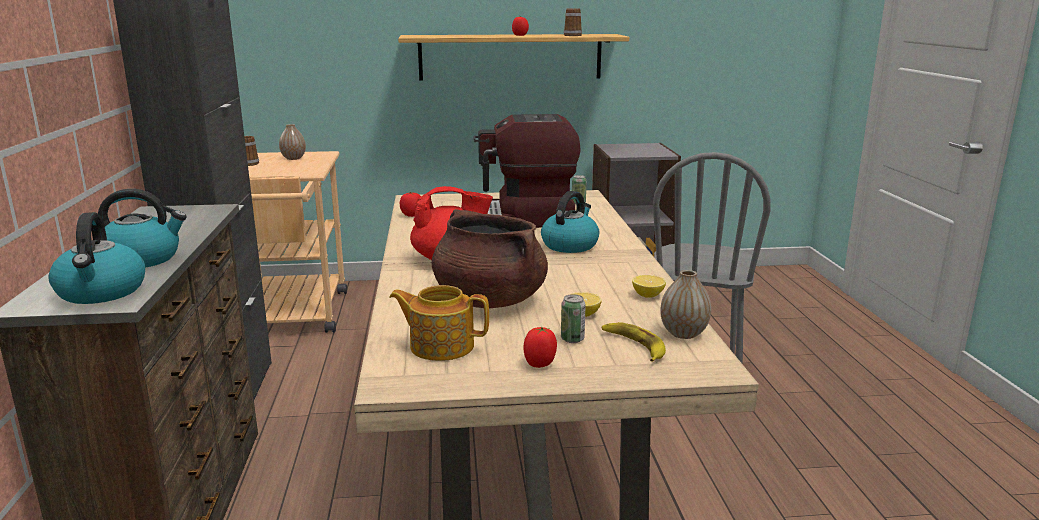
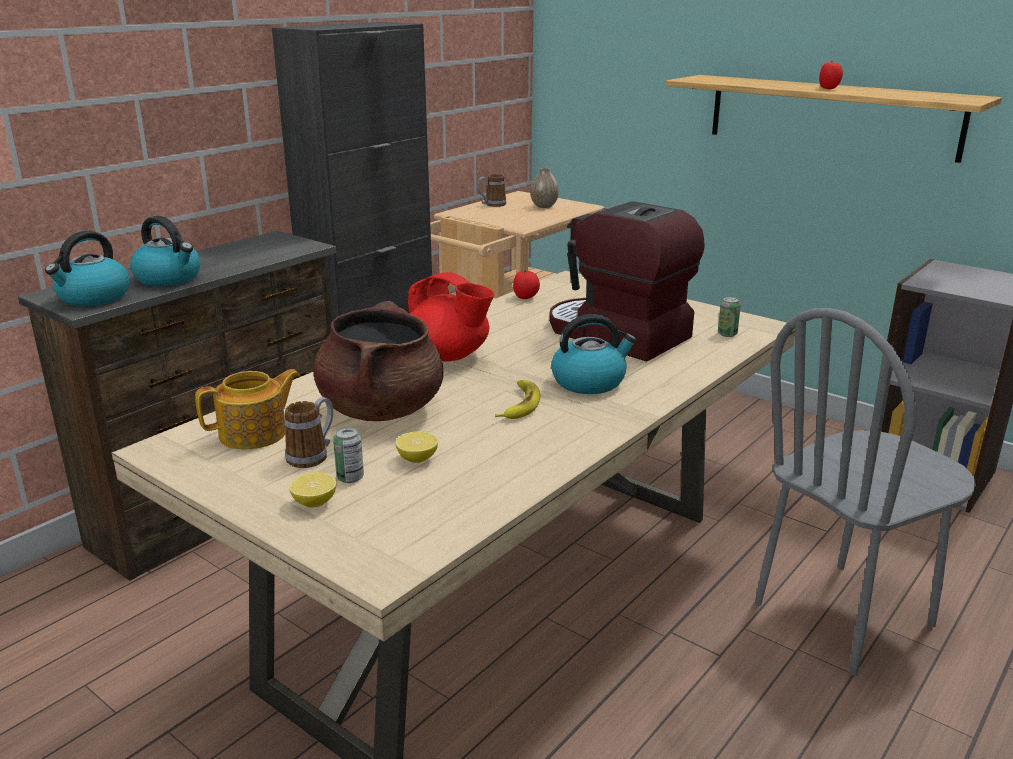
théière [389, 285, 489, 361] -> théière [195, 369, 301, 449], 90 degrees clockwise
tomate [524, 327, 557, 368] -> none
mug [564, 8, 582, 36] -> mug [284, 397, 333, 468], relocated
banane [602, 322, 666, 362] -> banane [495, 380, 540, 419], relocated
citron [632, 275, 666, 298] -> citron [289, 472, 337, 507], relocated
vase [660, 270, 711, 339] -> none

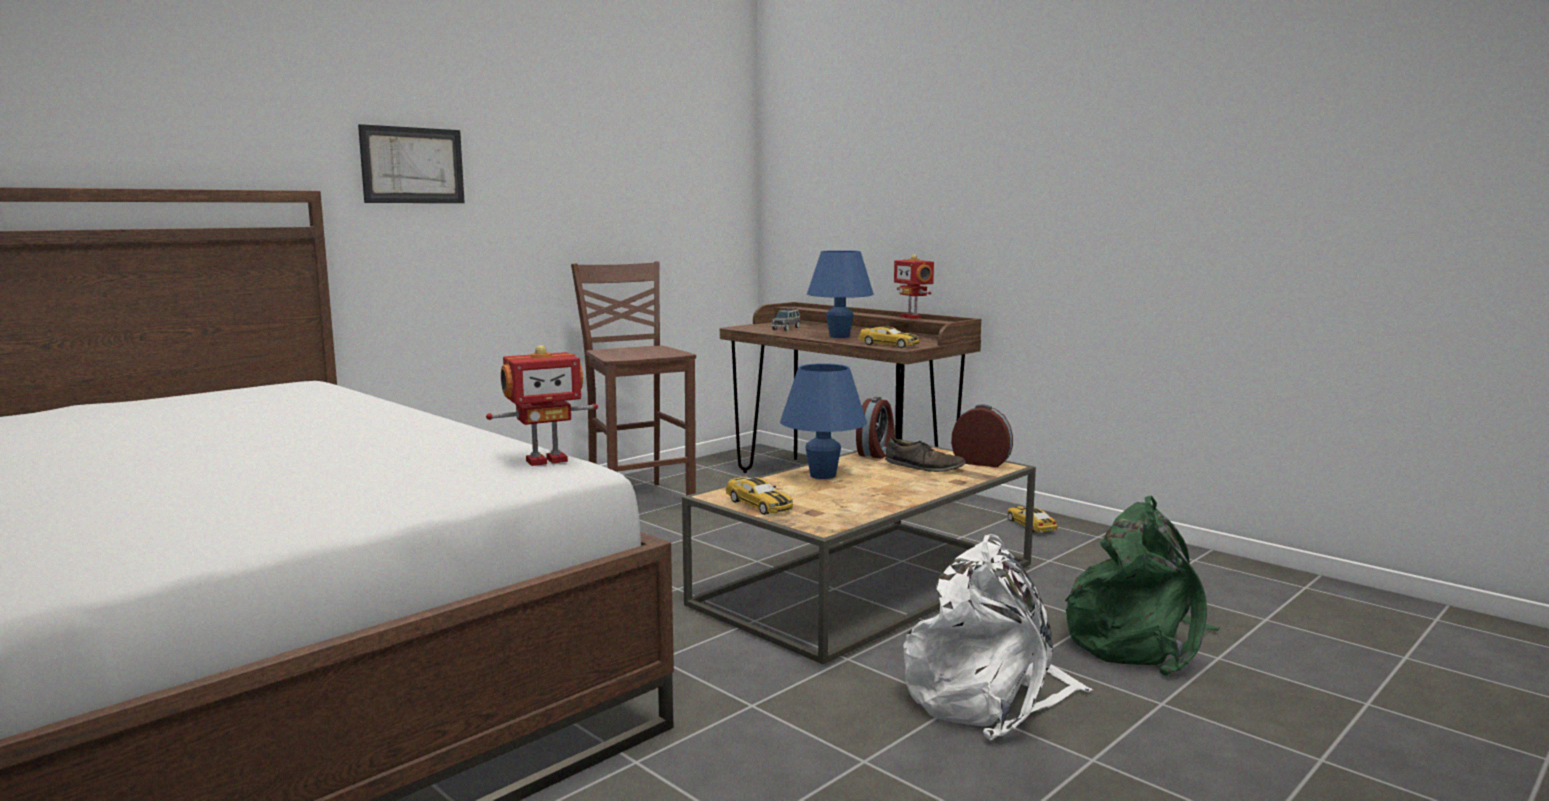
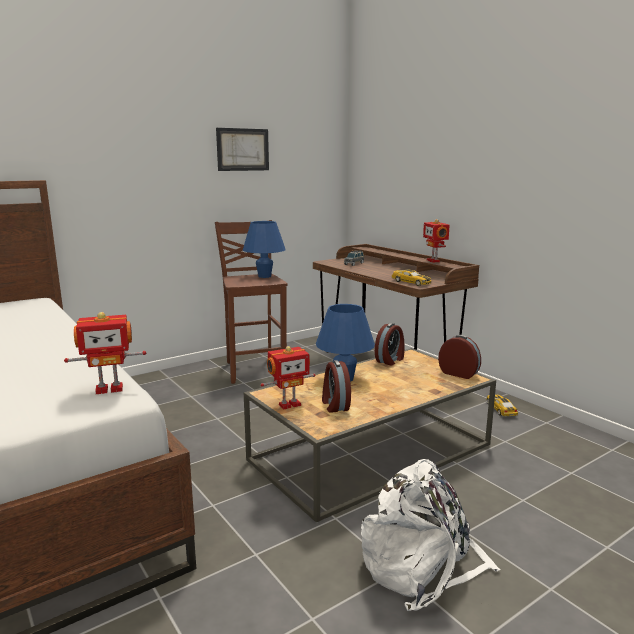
tableau [358, 124, 465, 203] -> tableau [216, 128, 269, 171], relocated
petite voiture [726, 477, 793, 515] -> robot jouet [261, 346, 316, 409]
lampe de table (bleu) [807, 250, 874, 338] -> lampe de table (bleu) [243, 221, 286, 278], relocated
chaussure (marron) [885, 437, 966, 472] -> none
sac à dos (vert) [1065, 496, 1221, 676] -> none
none -> réveil [322, 360, 351, 413]

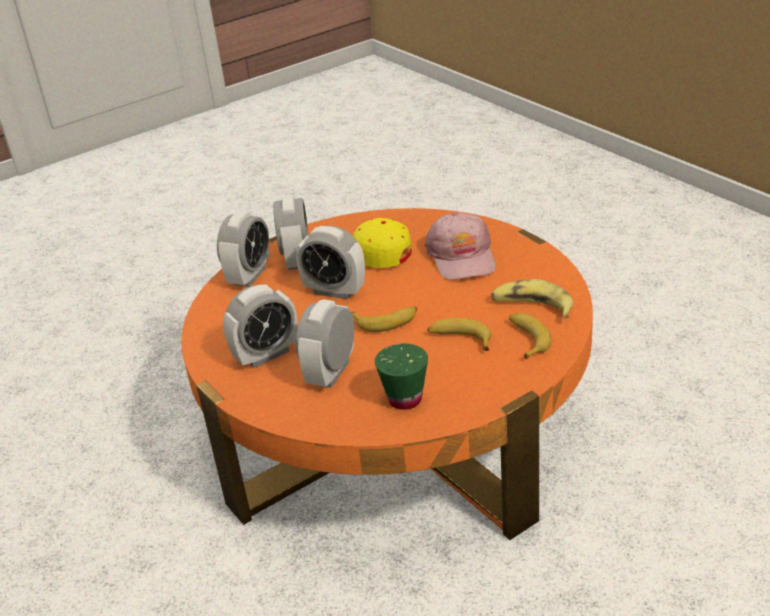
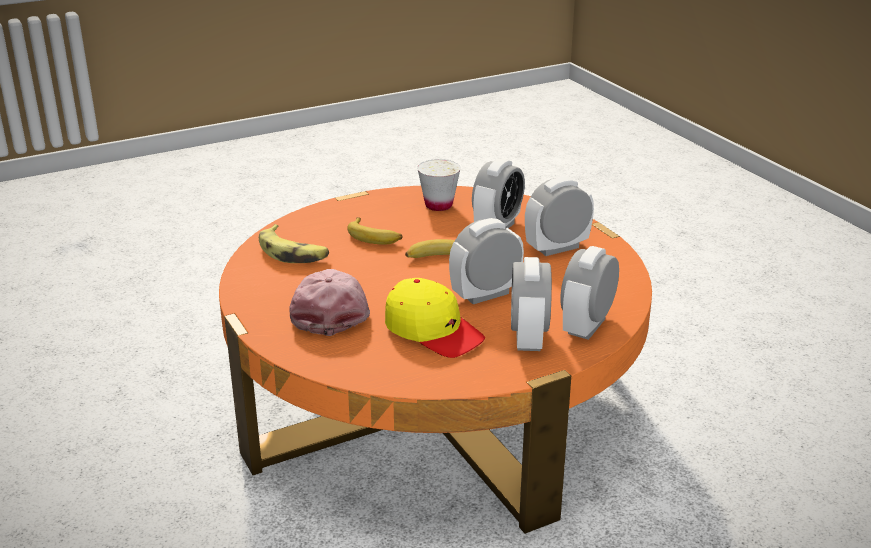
réveil [296, 226, 365, 299] -> réveil [449, 218, 524, 304], 60 degrees counterclockwise
tasse (vert) [375, 344, 428, 410] -> tasse (blanc) [417, 159, 461, 211]
banane [509, 313, 552, 359] -> none

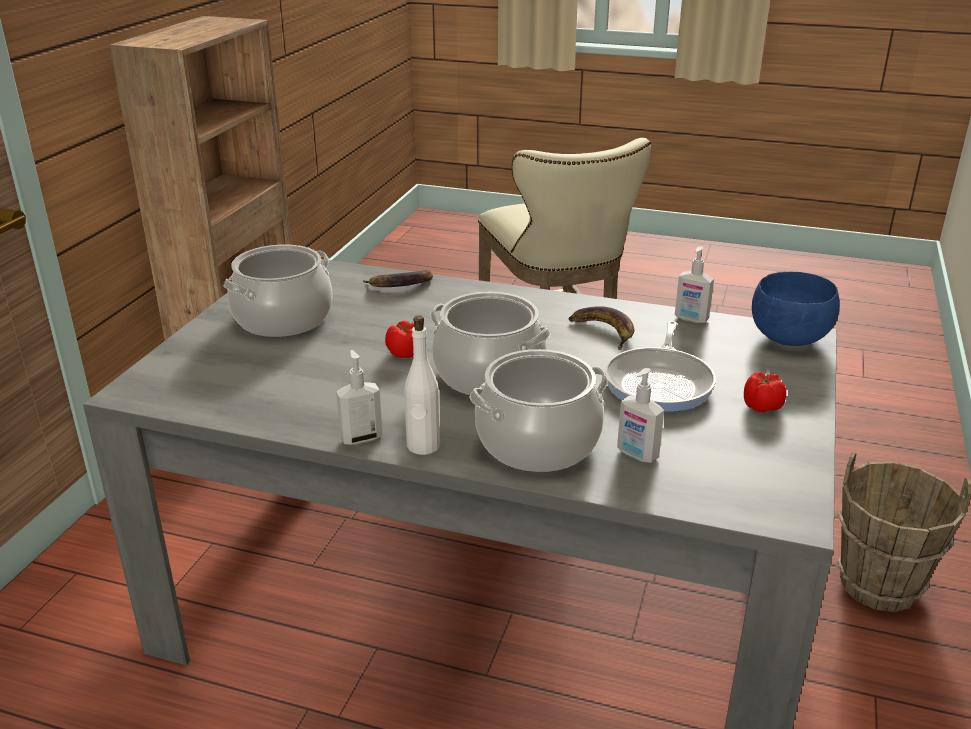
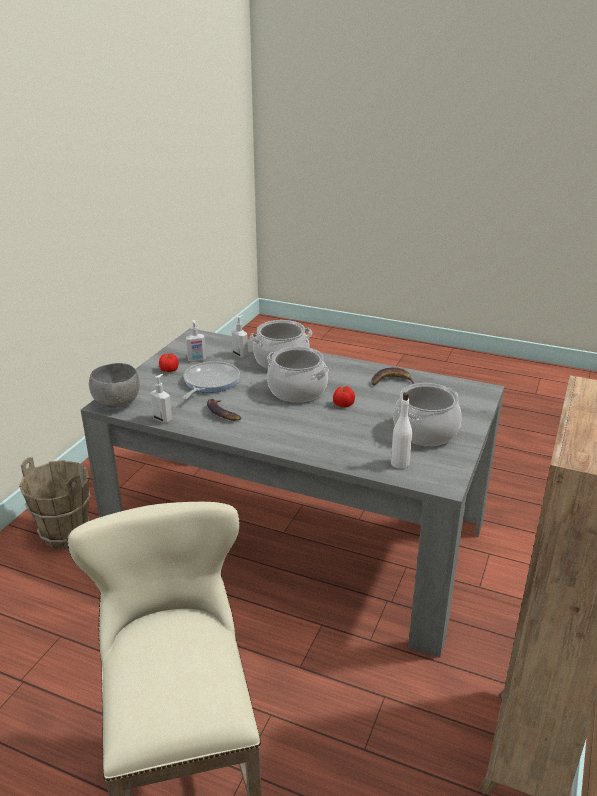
distributeur de savon [336, 350, 382, 445] -> distributeur de savon [186, 320, 206, 362], relocated
banane [363, 270, 433, 287] -> banane [371, 368, 415, 386], relocated
bouteille (blanc) [404, 315, 440, 455] -> bouteille (blanc) [391, 392, 412, 469], relocated
bol (bleu) [752, 272, 840, 346] -> bol (gris) [89, 363, 140, 408]

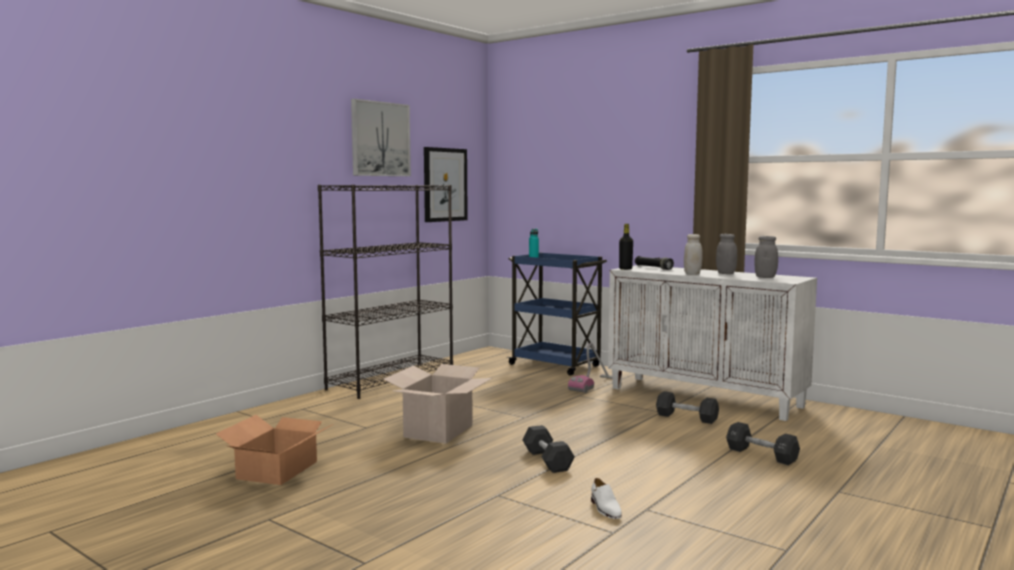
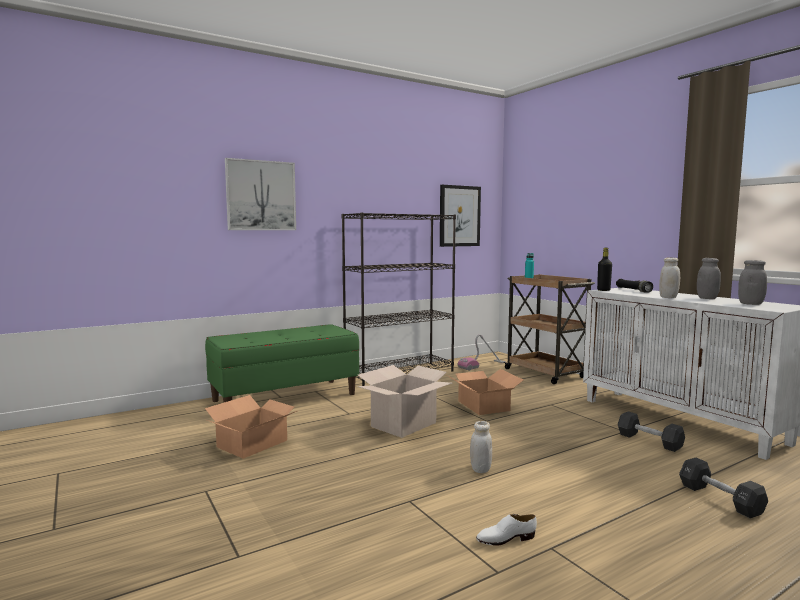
tableau [351, 99, 411, 176] -> tableau [225, 158, 296, 230], relocated
chariot (bleu) [507, 253, 607, 376] -> chariot (marron) [503, 274, 595, 384]
haltère (noir) [522, 425, 575, 473] -> bocal (blanc) [470, 421, 492, 473]
aspirateur [568, 343, 612, 393] -> aspirateur [458, 334, 506, 371], relocated
chaussure (blanc) [591, 478, 622, 519] -> chaussure (blanc) [476, 514, 537, 546], 75 degrees clockwise
none -> banc (vert) [205, 324, 359, 403]
none -> carton [446, 369, 523, 415]

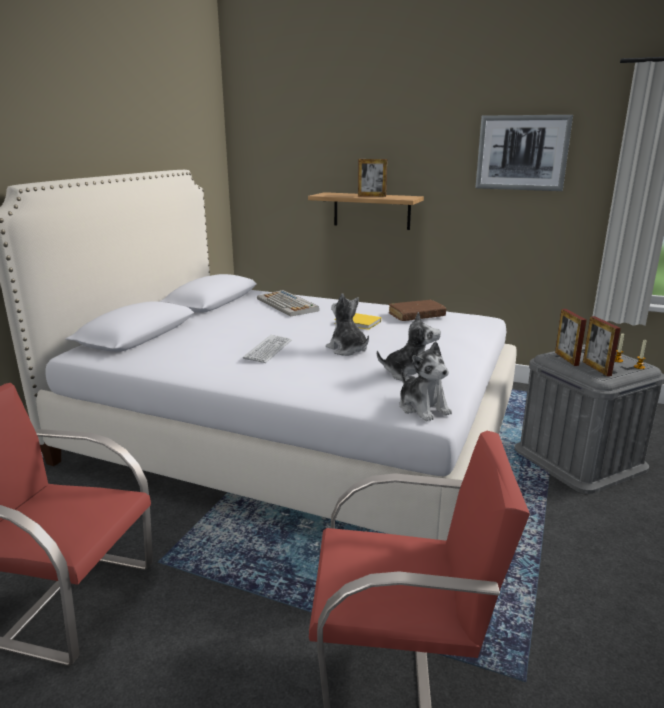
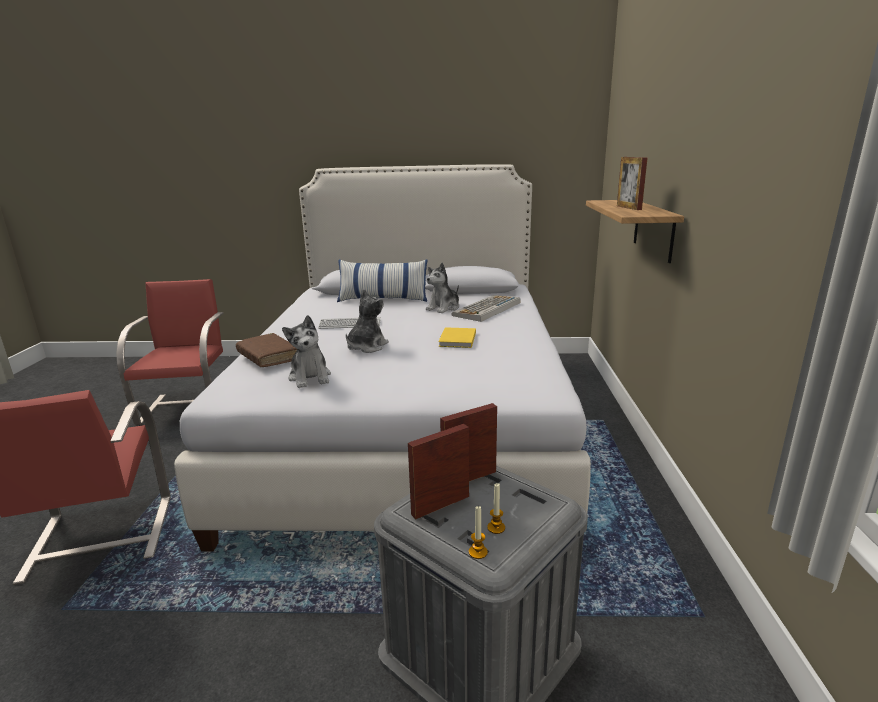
livre (marron) [389, 300, 447, 321] -> livre (marron) [236, 333, 297, 367], relocated
peluche [400, 341, 452, 421] -> peluche [426, 263, 459, 313], relocated
tableau [475, 115, 573, 191] -> none
none -> coussin [337, 259, 427, 302]

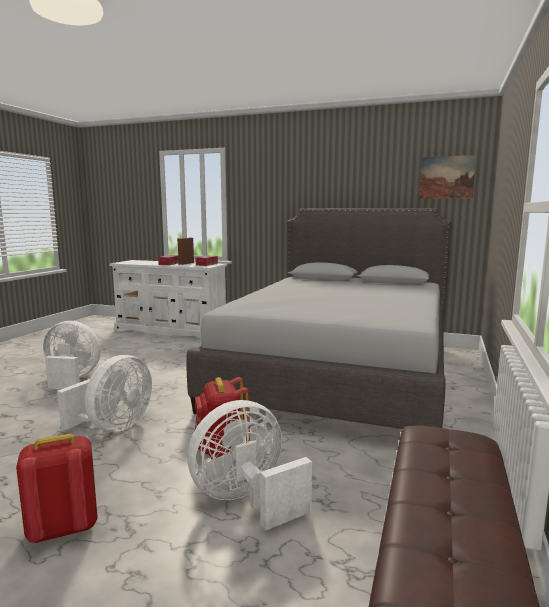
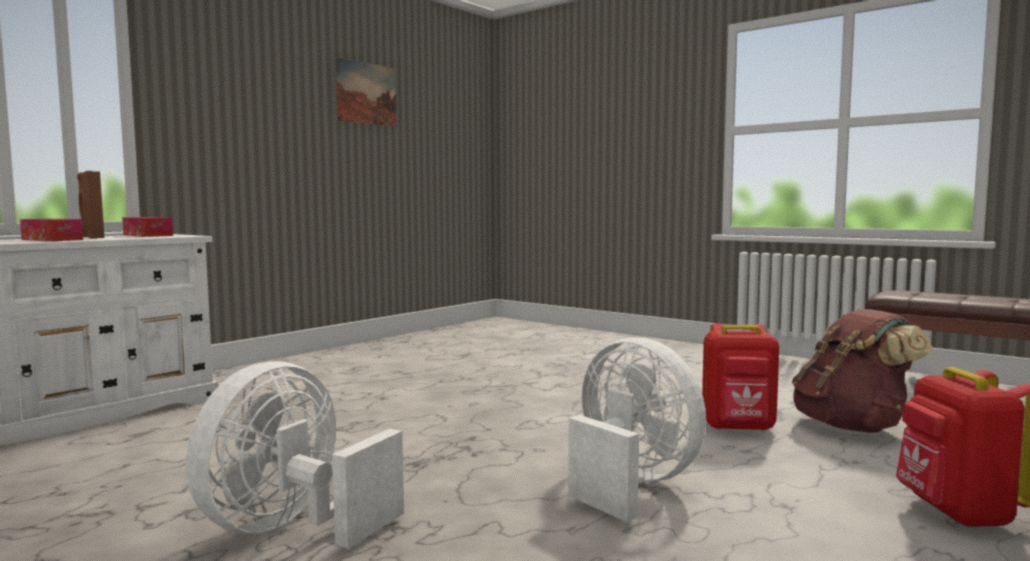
lit (gris) [186, 208, 452, 429] -> none
ventilateur (blanc) [187, 400, 312, 530] -> sac à dos (marron) [792, 309, 932, 433]
tableau [419, 155, 476, 199] -> tableau [334, 57, 397, 127], relocated

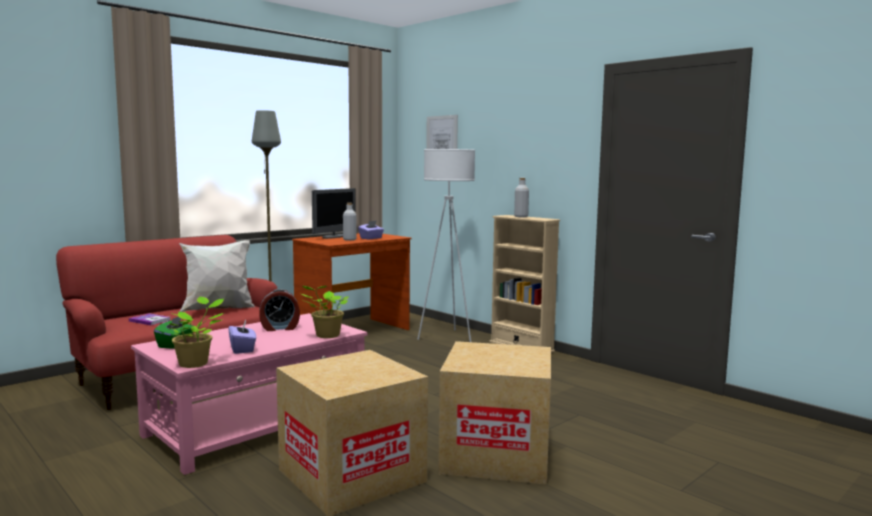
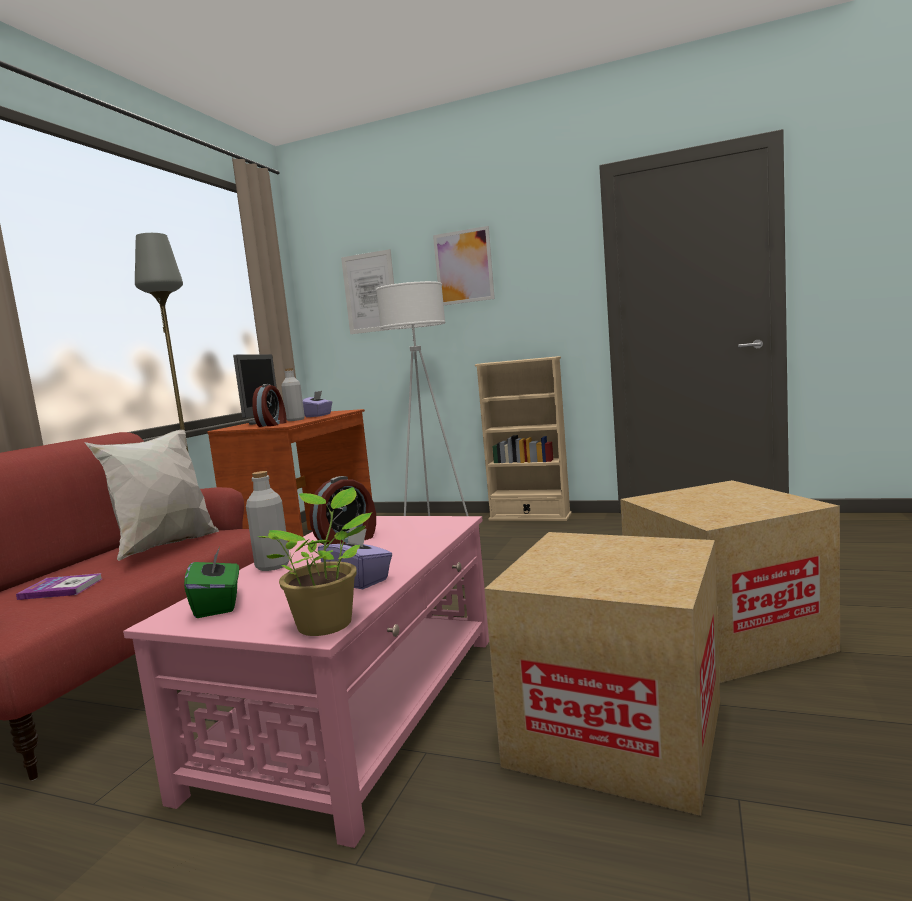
plante en pot [302, 286, 349, 338] -> none
bouteille (gris) [514, 178, 529, 217] -> bouteille (gris) [246, 471, 290, 571], relocated
none -> réveil [252, 384, 287, 427]
none -> tableau [433, 226, 495, 305]

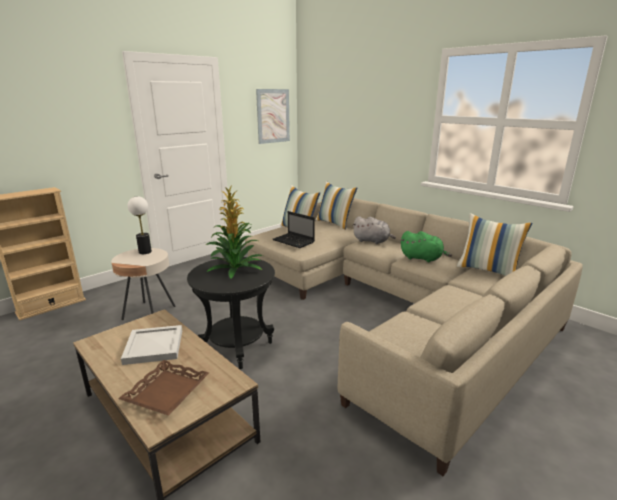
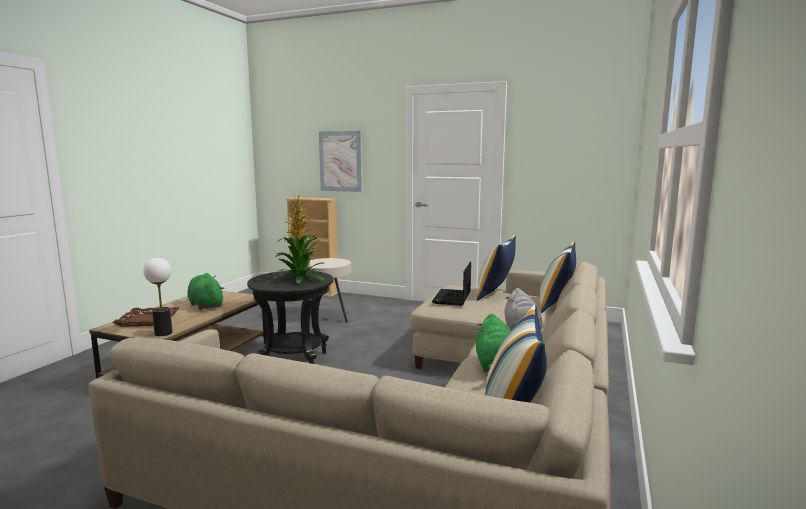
plateau (blanc) [121, 325, 182, 365] -> peluche (vert) [187, 273, 224, 310]
lampe de table [128, 196, 152, 254] -> lampe de table [143, 258, 173, 336], relocated
tableau [256, 89, 290, 144] -> tableau [319, 131, 362, 192], relocated

